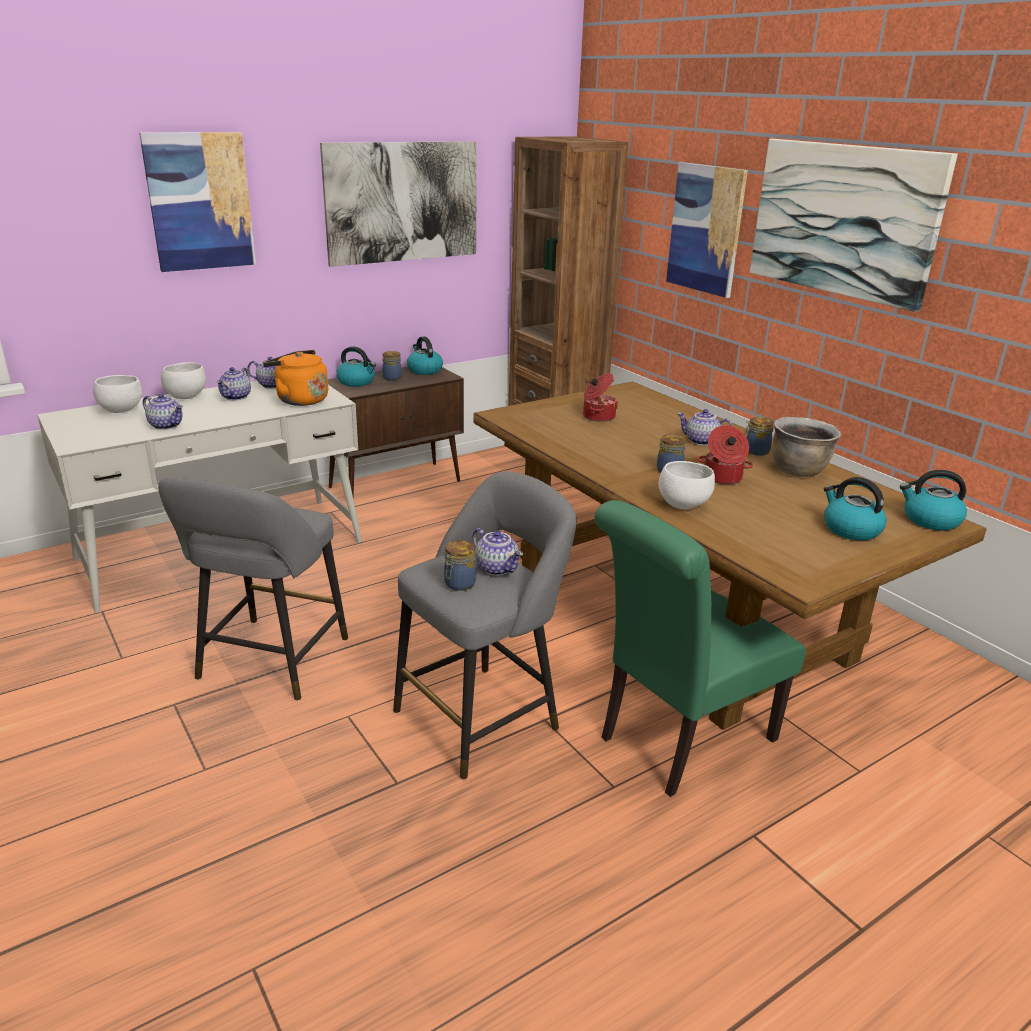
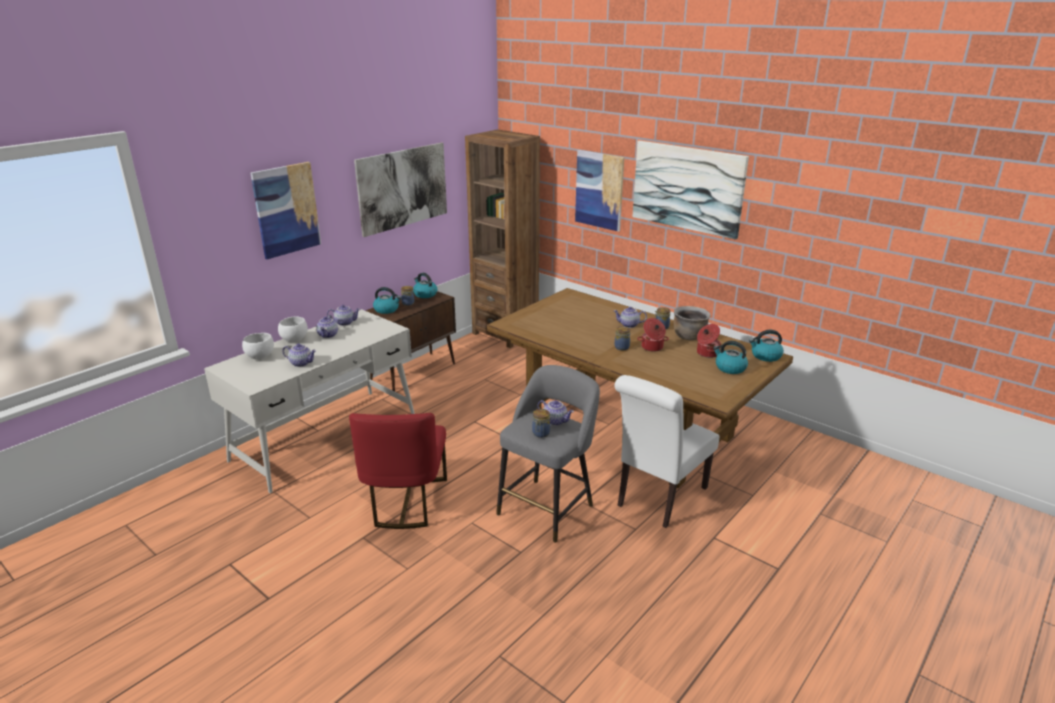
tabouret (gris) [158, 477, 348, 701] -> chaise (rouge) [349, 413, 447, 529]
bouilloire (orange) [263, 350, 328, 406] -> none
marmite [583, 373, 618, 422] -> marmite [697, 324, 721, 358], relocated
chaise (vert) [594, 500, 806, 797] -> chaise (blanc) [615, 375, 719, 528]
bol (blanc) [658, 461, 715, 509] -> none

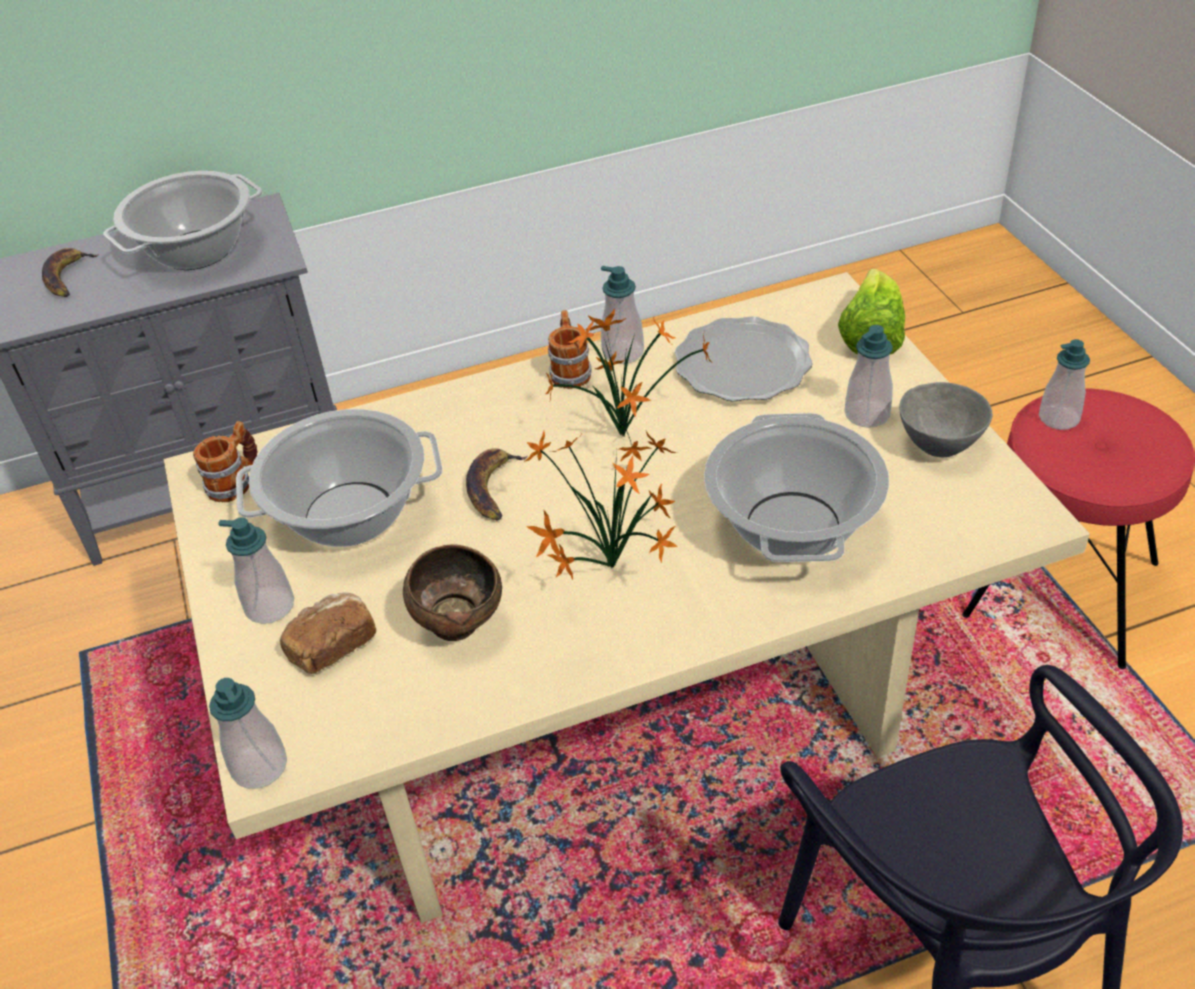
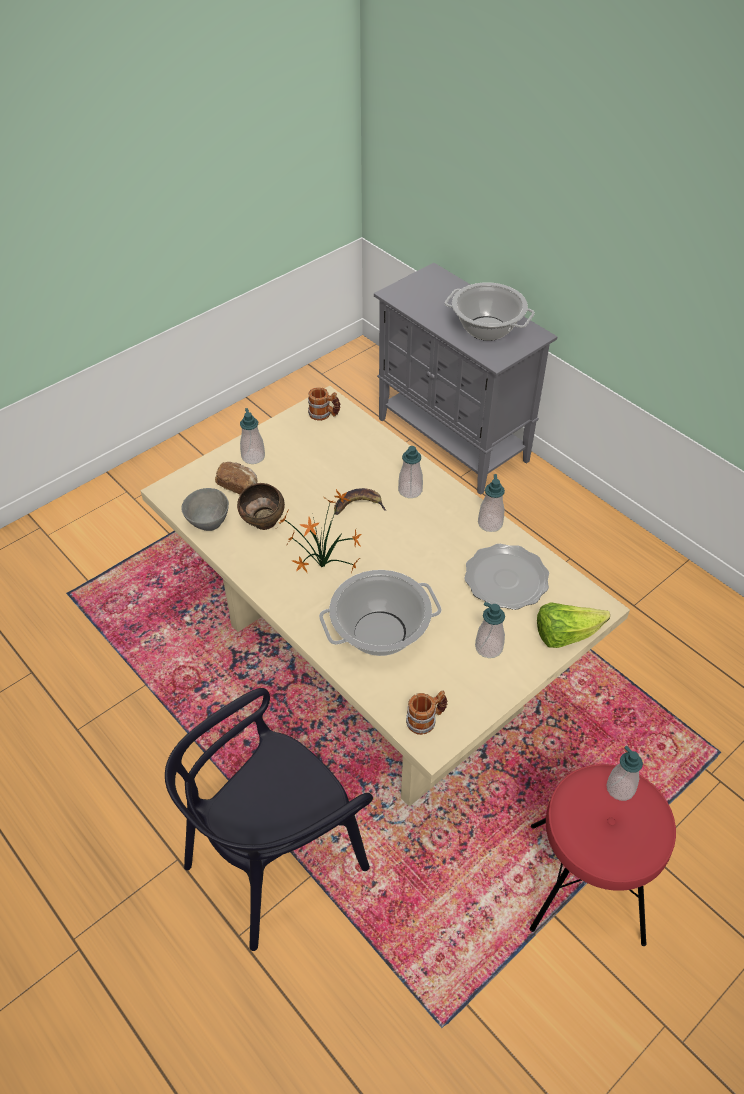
banane [42, 248, 99, 297] -> none
distributeur de savon [209, 678, 287, 789] -> distributeur de savon [398, 446, 423, 498], relocated
marmite [236, 409, 442, 547] -> none
plante en pot [546, 309, 711, 462] -> none
mug [548, 310, 592, 389] -> mug [406, 691, 447, 735], relocated
bol (gris) [899, 382, 993, 457] -> bol (gris) [181, 488, 229, 531], relocated

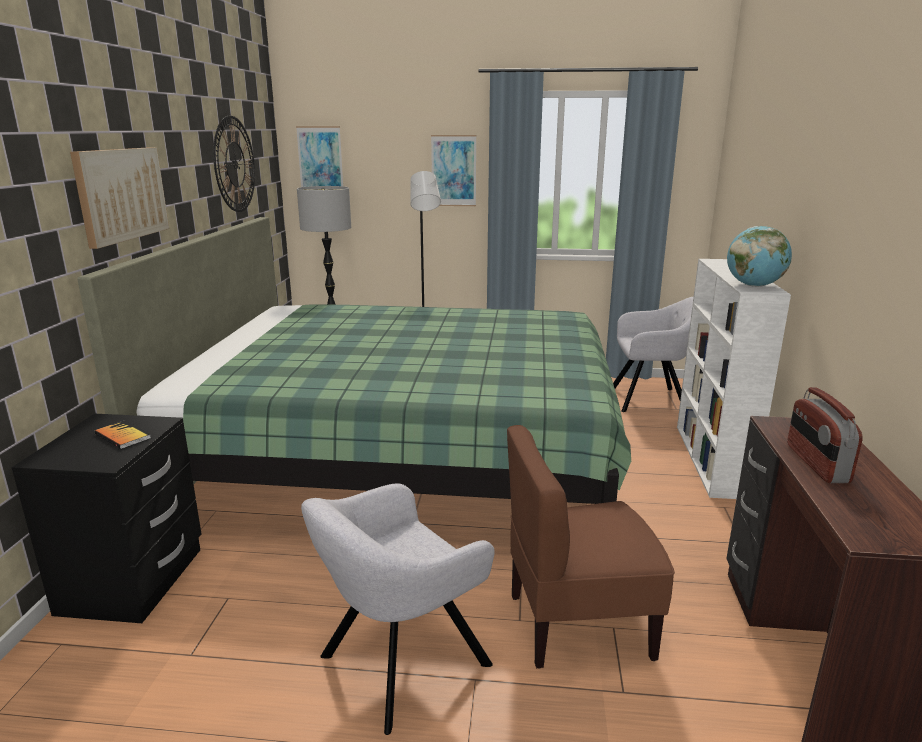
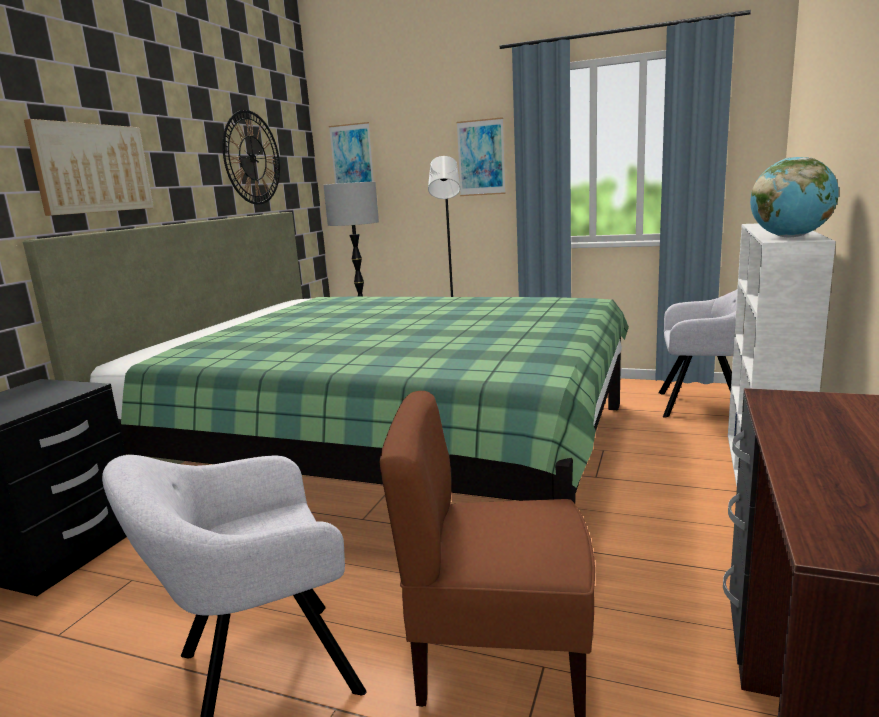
livre [94, 420, 151, 449] -> none
radio [787, 387, 863, 483] -> none

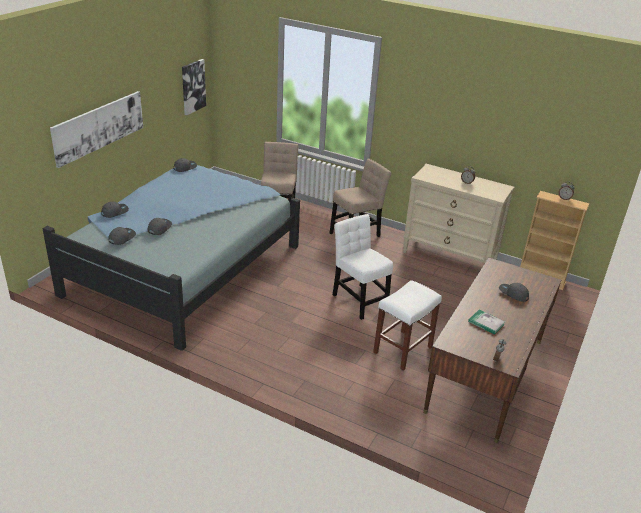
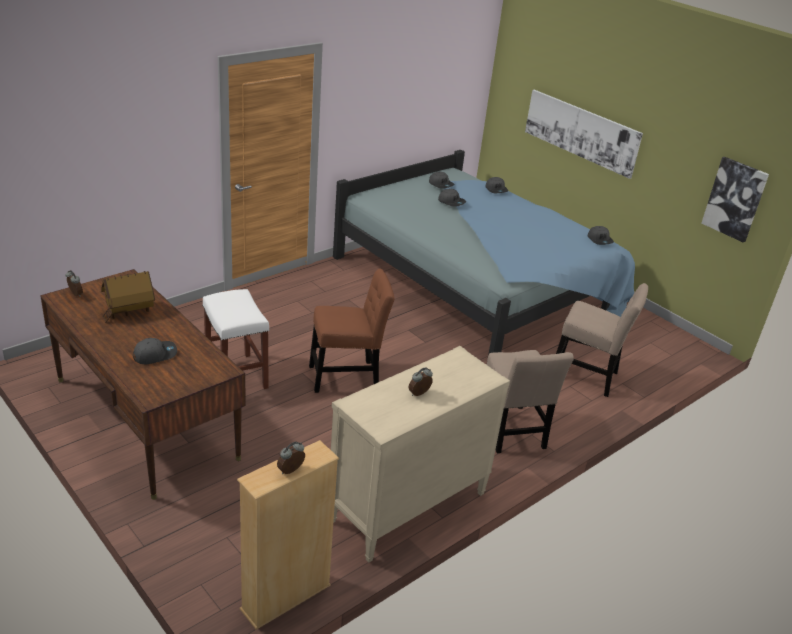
chaise (blanc) [333, 214, 393, 320] -> chaise (marron) [309, 268, 395, 393]
livre [468, 310, 505, 335] -> maison miniature [101, 271, 155, 323]

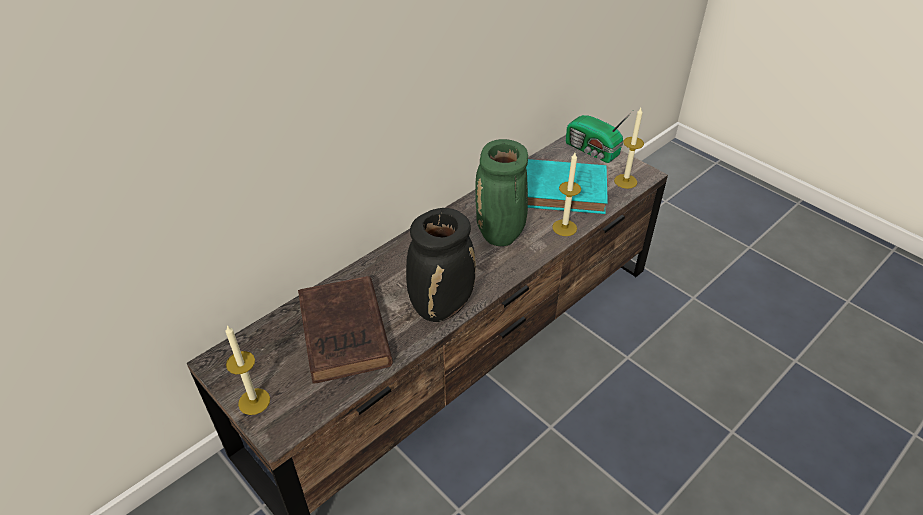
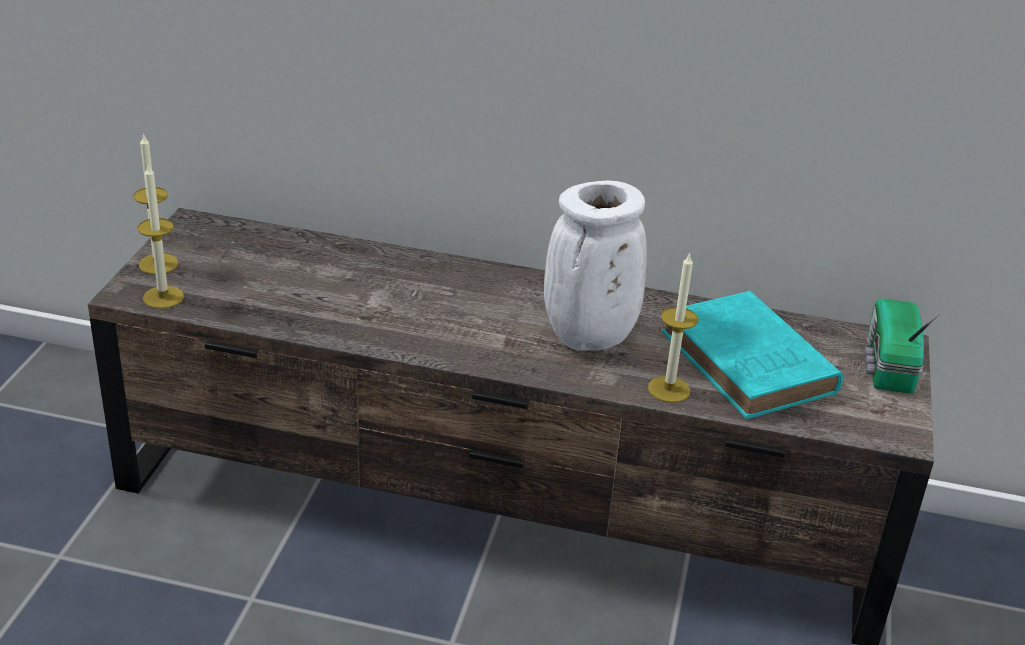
livre (marron) [298, 276, 393, 384] -> none
vase (noir) [406, 208, 476, 322] -> none
vase (vert) [476, 139, 528, 246] -> vase (blanc) [544, 180, 647, 351]
bougie [614, 108, 644, 189] -> bougie [137, 164, 184, 309], relocated

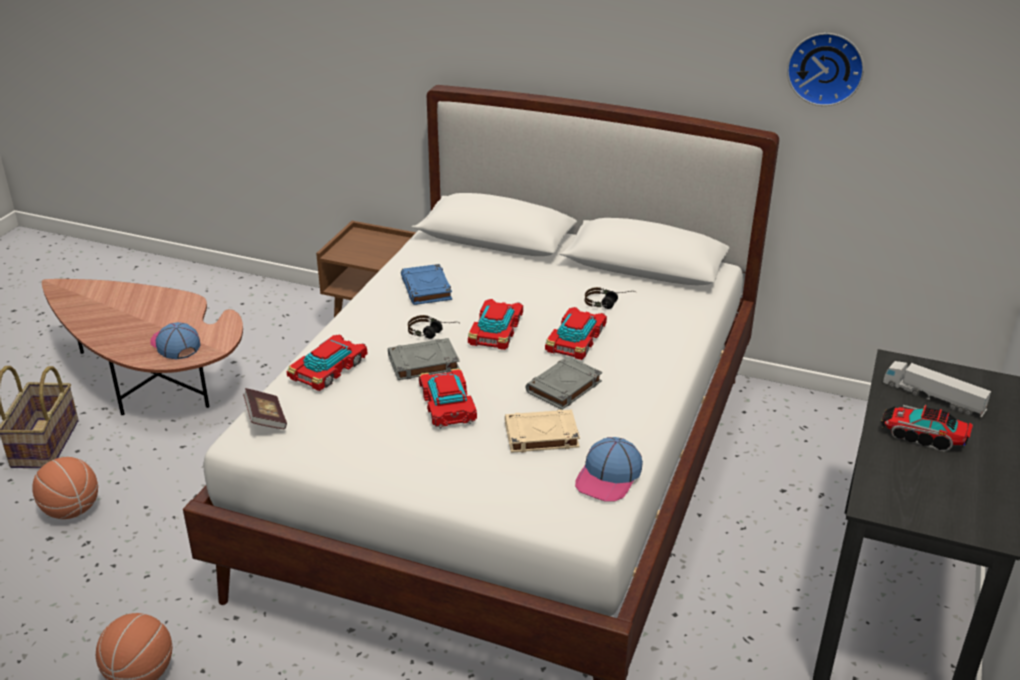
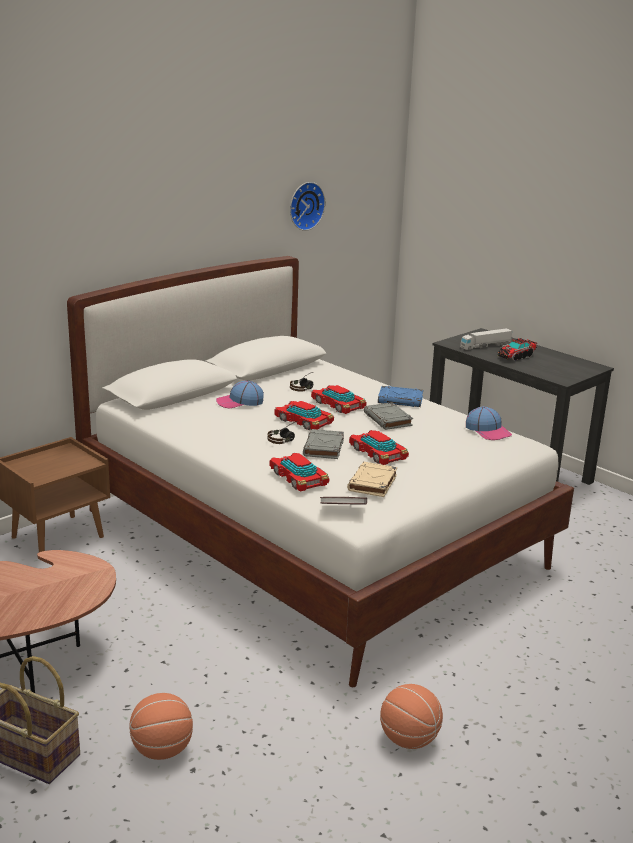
casquette [150, 322, 201, 359] -> casquette [216, 381, 264, 409], relocated
livre (bleu) [401, 264, 452, 305] -> livre (bleu) [378, 386, 423, 407], relocated
petite voiture [419, 368, 477, 429] -> petite voiture [349, 430, 409, 465], 135 degrees counterclockwise
livre (beige) [505, 409, 580, 453] -> livre (beige) [347, 462, 397, 497], relocated

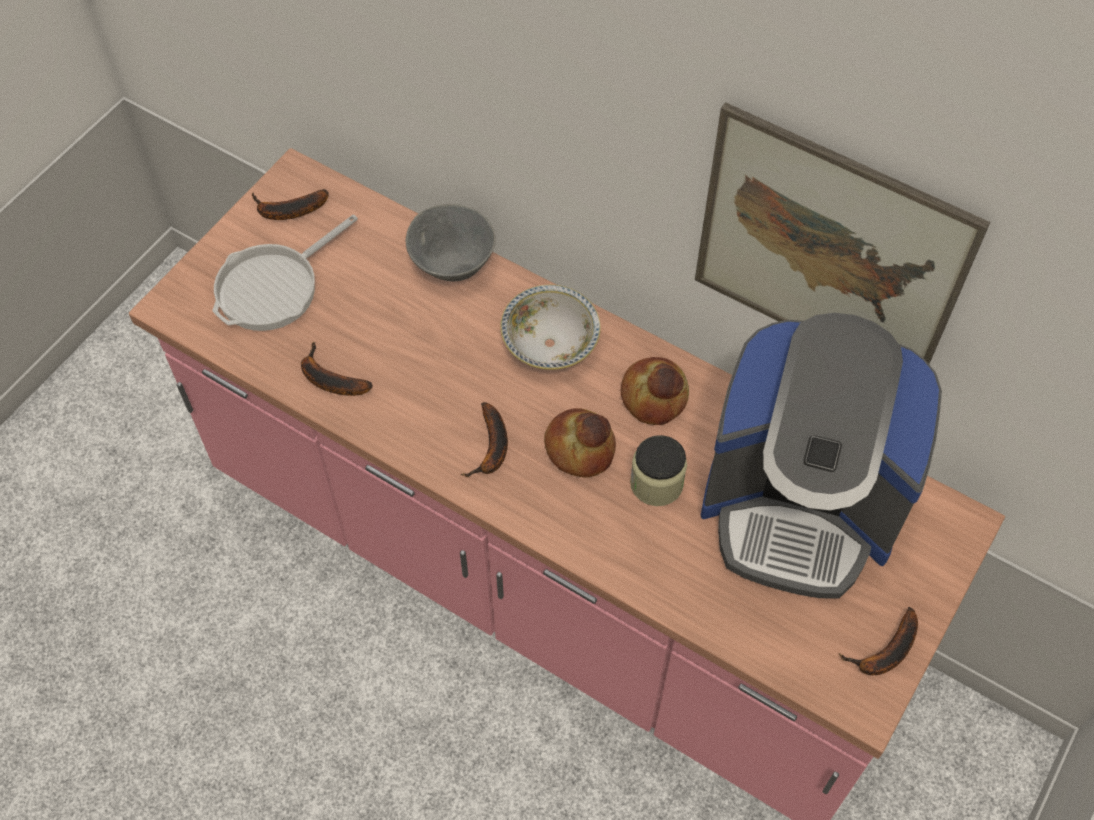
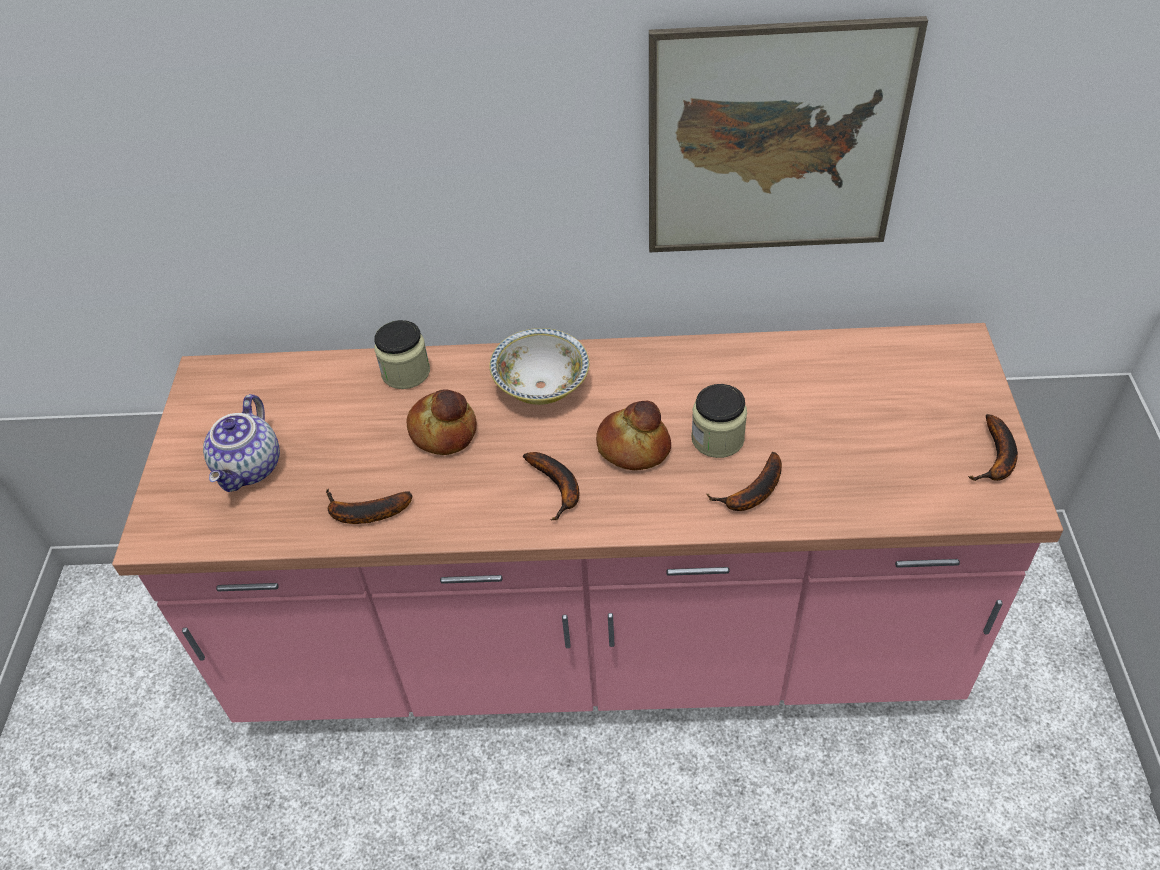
poêle [212, 214, 358, 331] -> théière [203, 394, 280, 492]
banane [252, 189, 329, 220] -> banane [707, 452, 782, 511], relocated
bol (gris) [406, 204, 496, 281] -> bocal [374, 320, 430, 389]
pain [620, 357, 689, 425] -> pain [407, 390, 477, 455], relocated
machine à café [701, 313, 942, 599] -> none

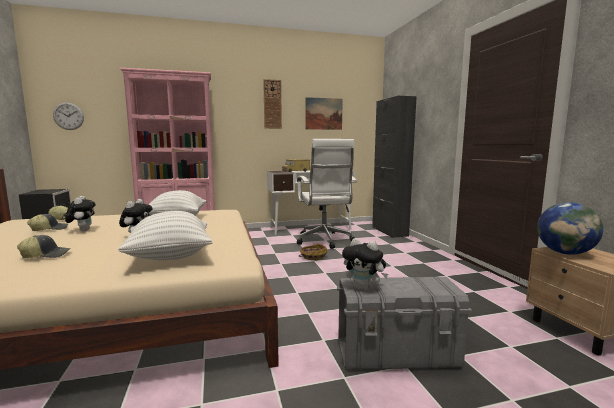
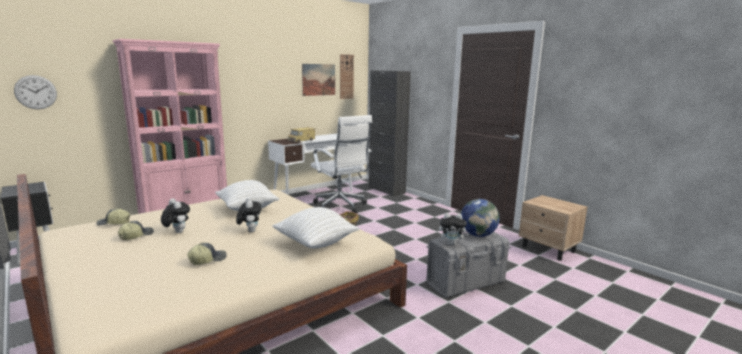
horloge murale [263, 79, 282, 129] -> horloge murale [340, 54, 354, 99], relocated
globe [537, 202, 603, 255] -> globe [461, 199, 500, 237], relocated

